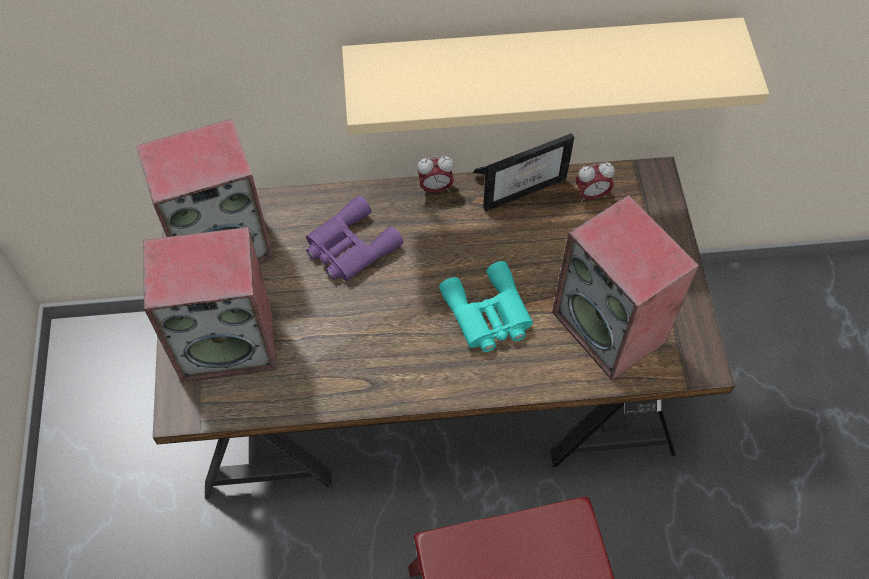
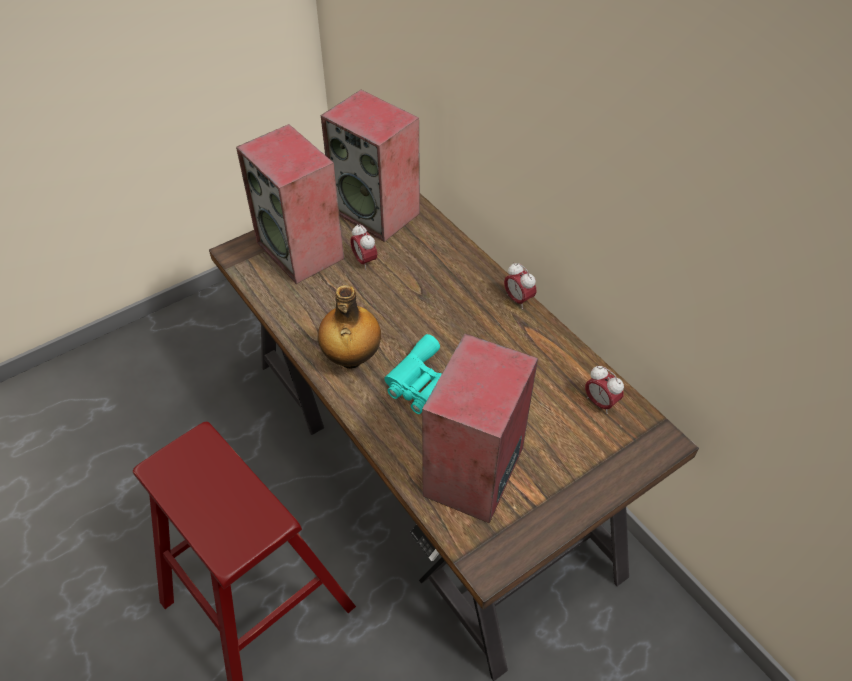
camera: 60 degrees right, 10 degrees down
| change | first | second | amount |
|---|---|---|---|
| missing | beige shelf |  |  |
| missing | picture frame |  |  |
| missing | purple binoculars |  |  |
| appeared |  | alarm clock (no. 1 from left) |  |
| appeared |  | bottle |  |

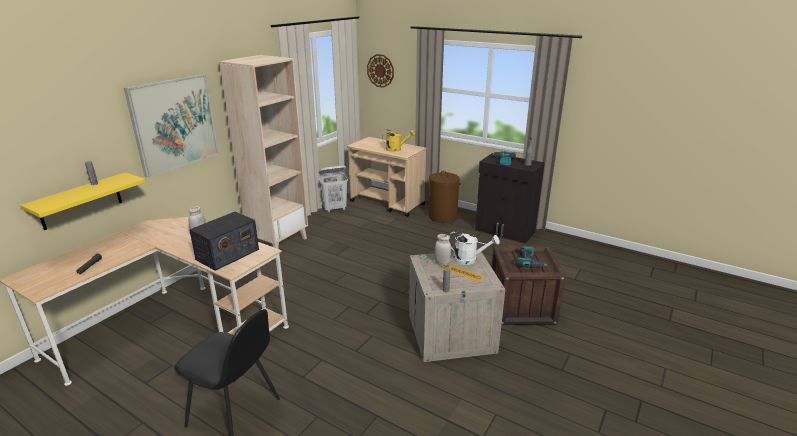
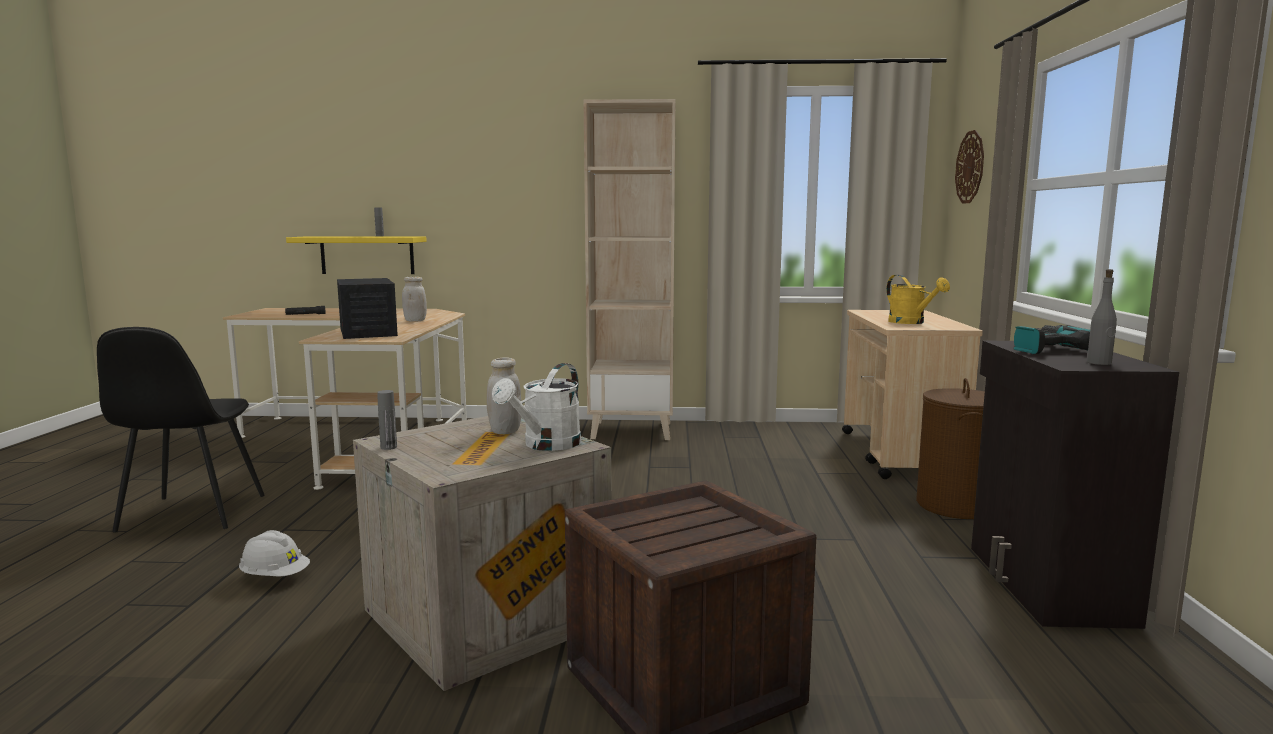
camera: 60 degrees right, 15 degrees down
| change | first | second | amount |
|---|---|---|---|
| missing | picture |  |  |
| missing | white laundry basket |  |  |
| spun | radio |  | 120 degrees counterclockwise |
| spun | white watering can |  | 45 degrees clockwise |
| missing | power drill (no. 2 from left) |  |  |
| appeared |  | white hard hat |  |

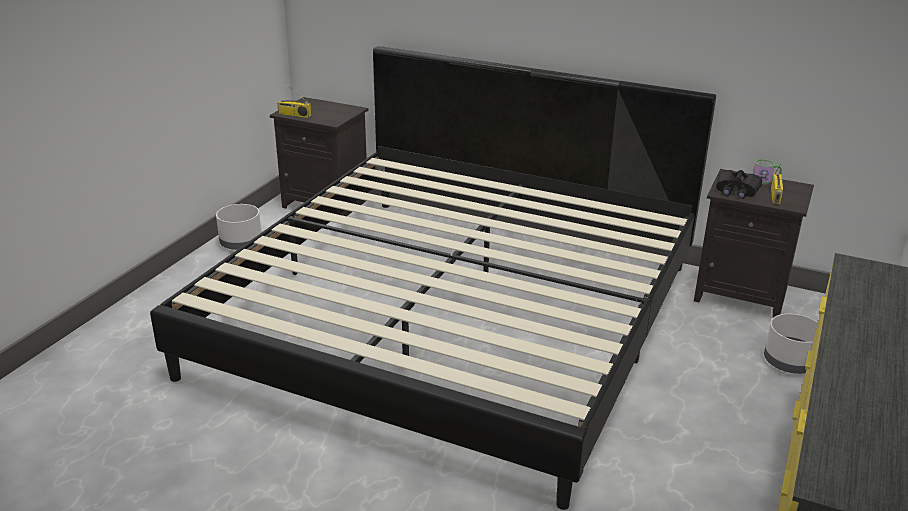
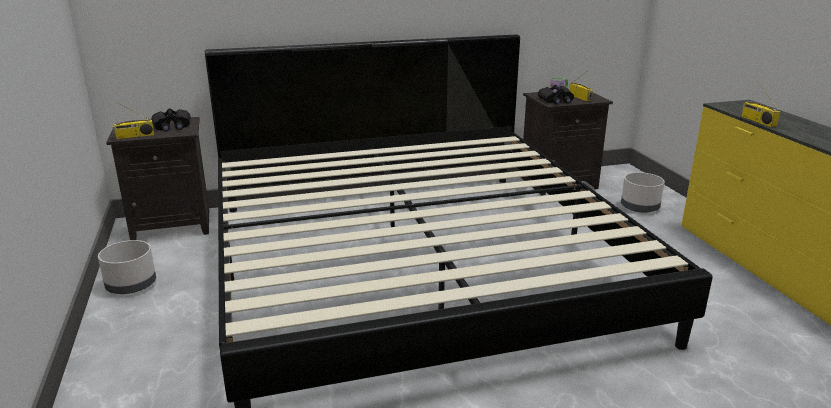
camera: 40 degrees left, 5 degrees down
| change | first | second | amount |
|---|---|---|---|
| appeared |  | radio (no. 3 from left) |  |
| appeared |  | black binoculars (no. 1 from left) |  |

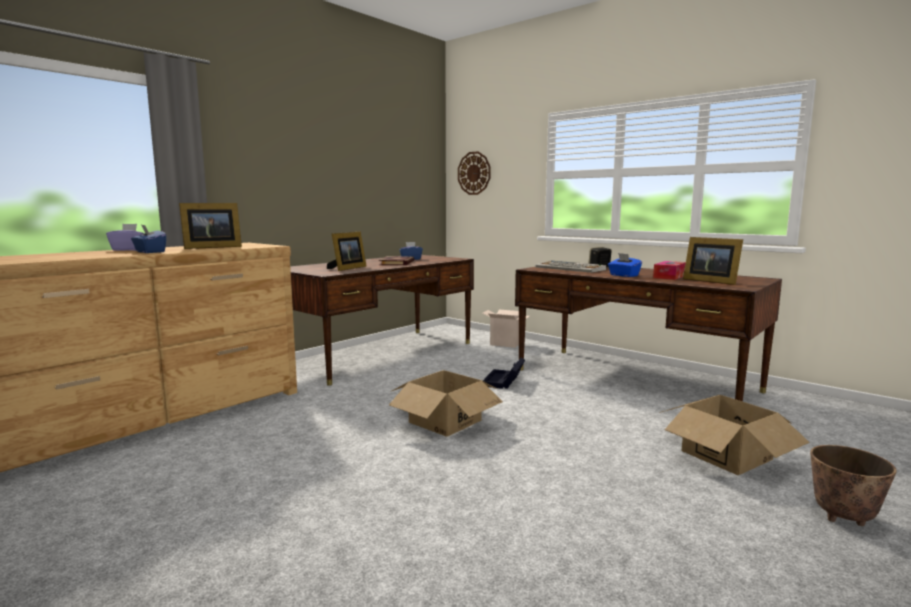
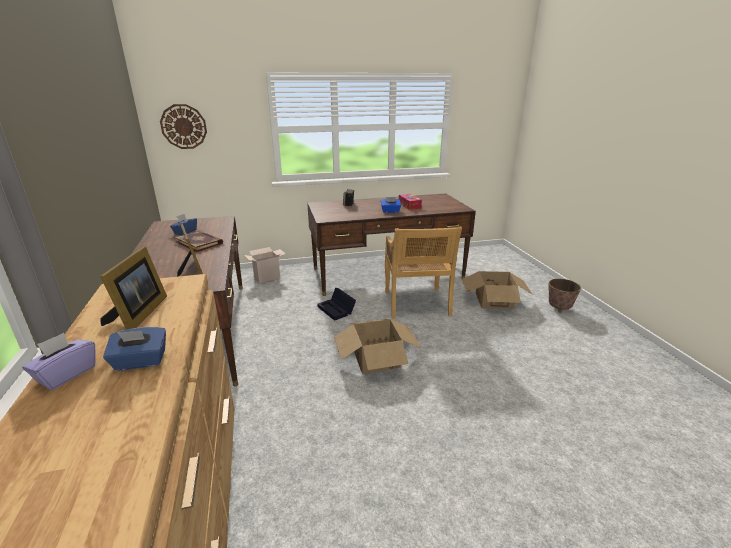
camera: 55 degrees left, 15 degrees up
| change | first | second | amount |
|---|---|---|---|
| missing | picture frame (no. 3 from left) |  |  |
| missing | keyboard |  |  |
| appeared |  | beige chair |  |

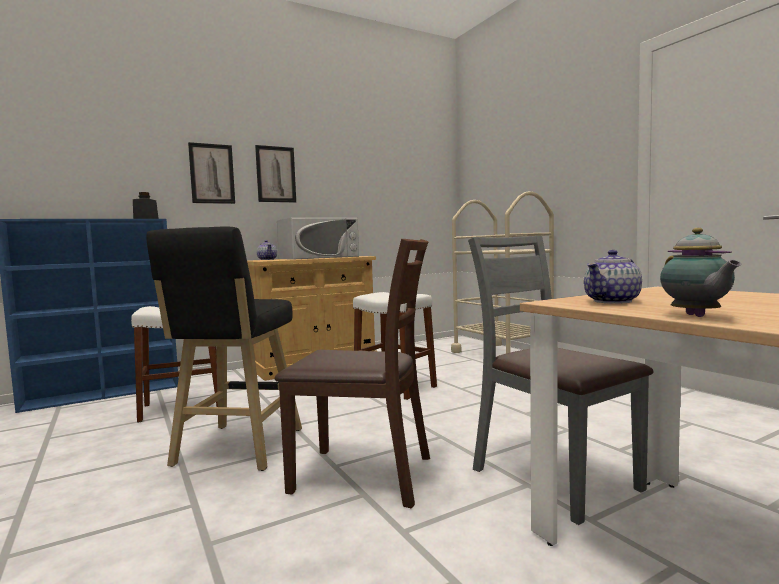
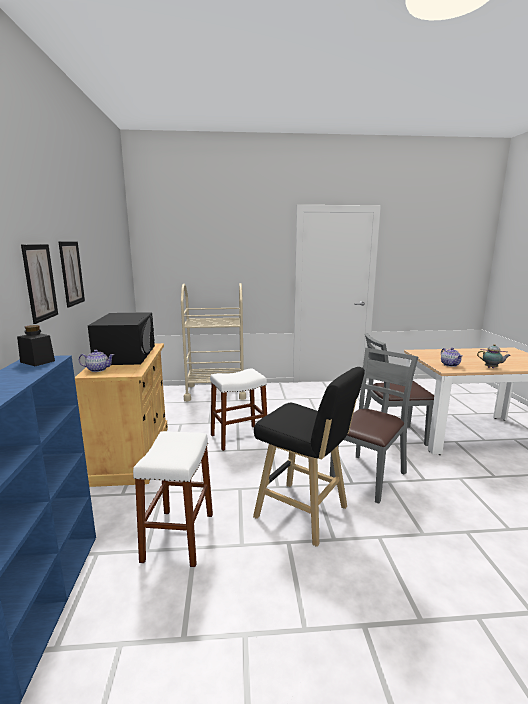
camera: 65 degrees left, 10 degrees up
| change | first | second | amount |
|---|---|---|---|
| colour | white microwave | black microwave |  |
| colour | brown chair | grey chair (no. 1 from left) |  |

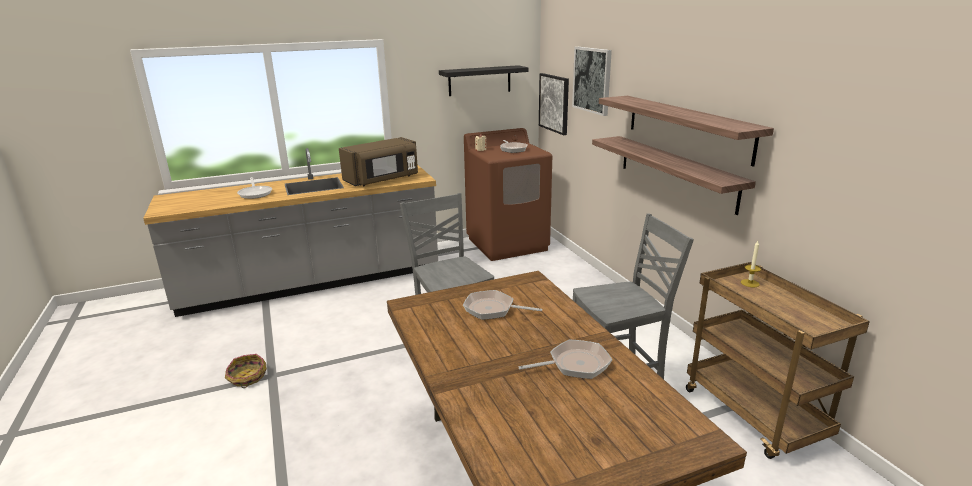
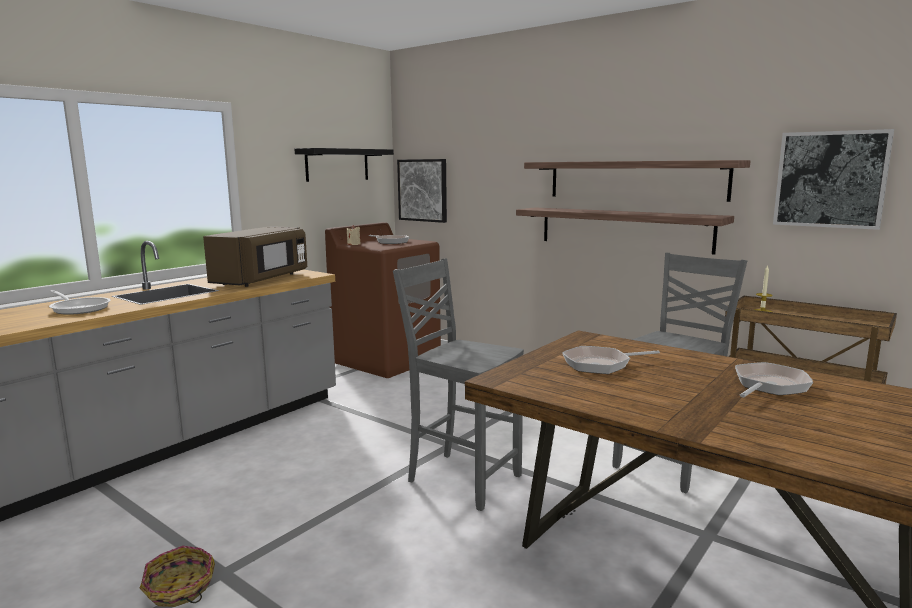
camera: 30 degrees left, 10 degrees down
| change | first | second | amount |
|---|---|---|---|
| relocated | picture (no. 2 from left) |  |  |

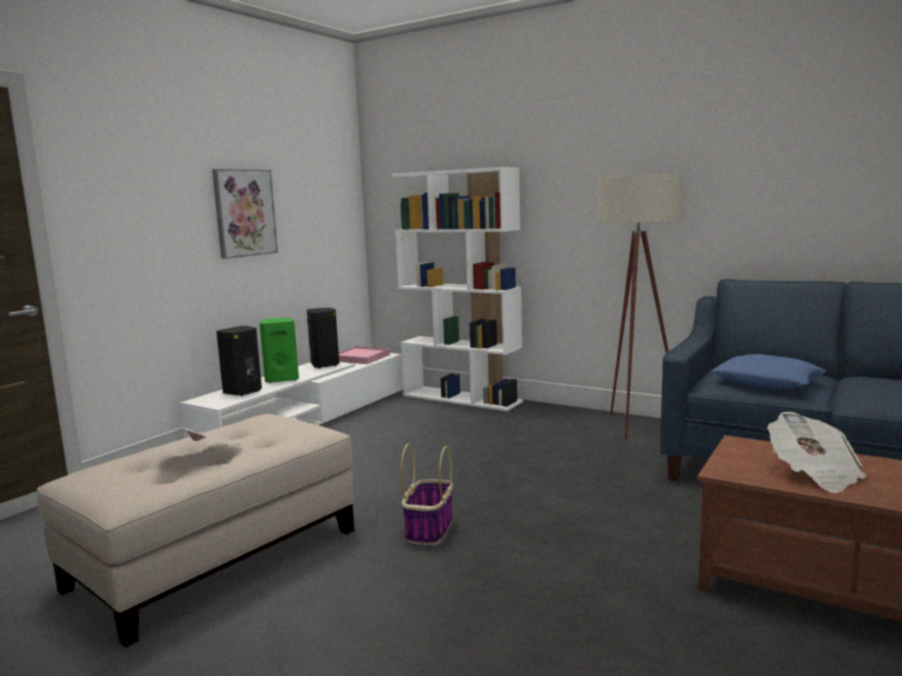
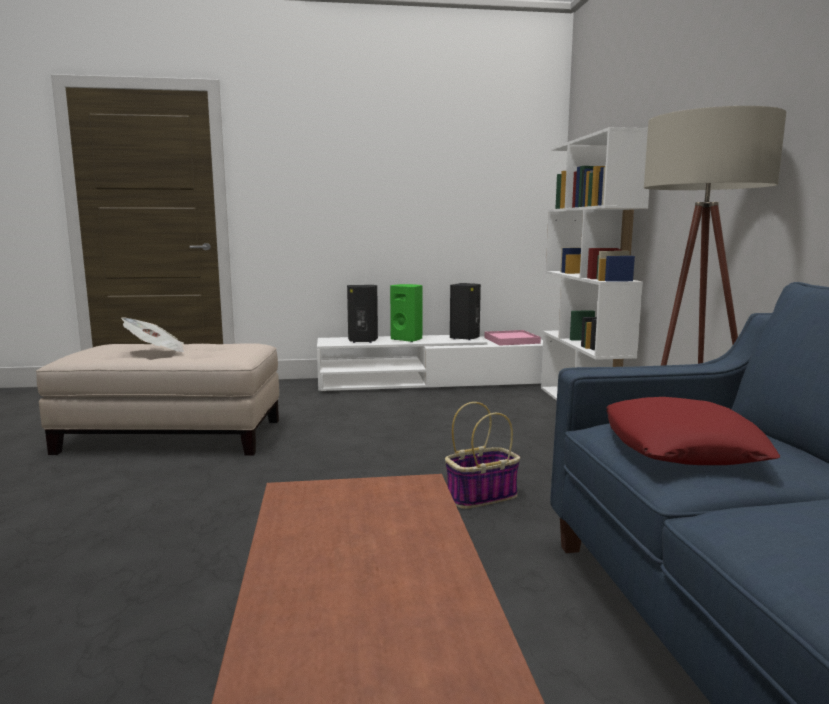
camera: 50 degrees right, 0 degrees up
| change | first | second | amount |
|---|---|---|---|
| missing | picture |  |  |
| colour | blue pillow | red pillow |  |
| missing | newspaper (no. 2 from left) |  |  |
| relocated | basket |  |  |

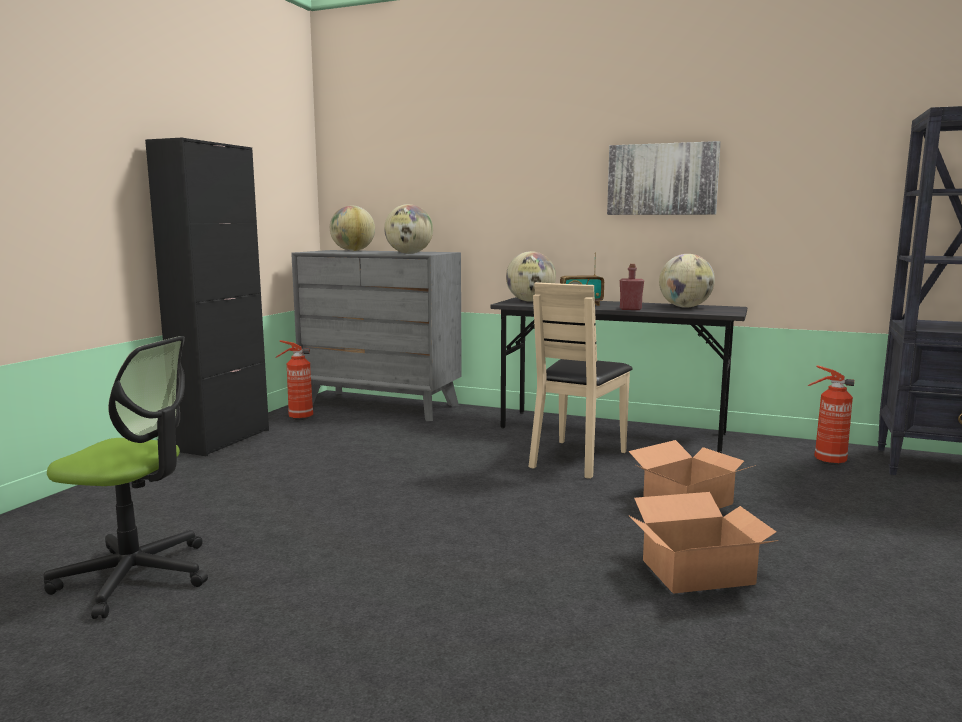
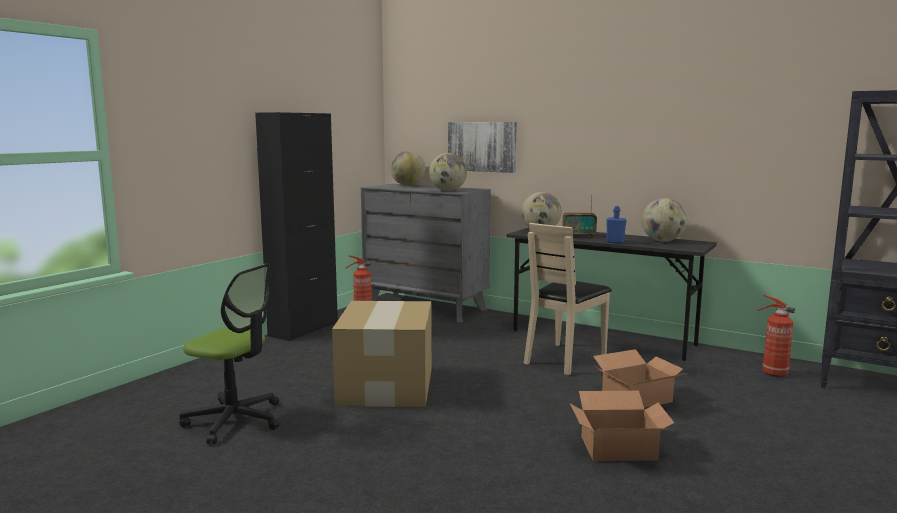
camera: 10 degrees right, 0 degrees up
| change | first | second | amount |
|---|---|---|---|
| relocated | picture |  |  |
| colour | red bottle | blue bottle |  |
| appeared |  | cardboard box (no. 1 from left) |  |

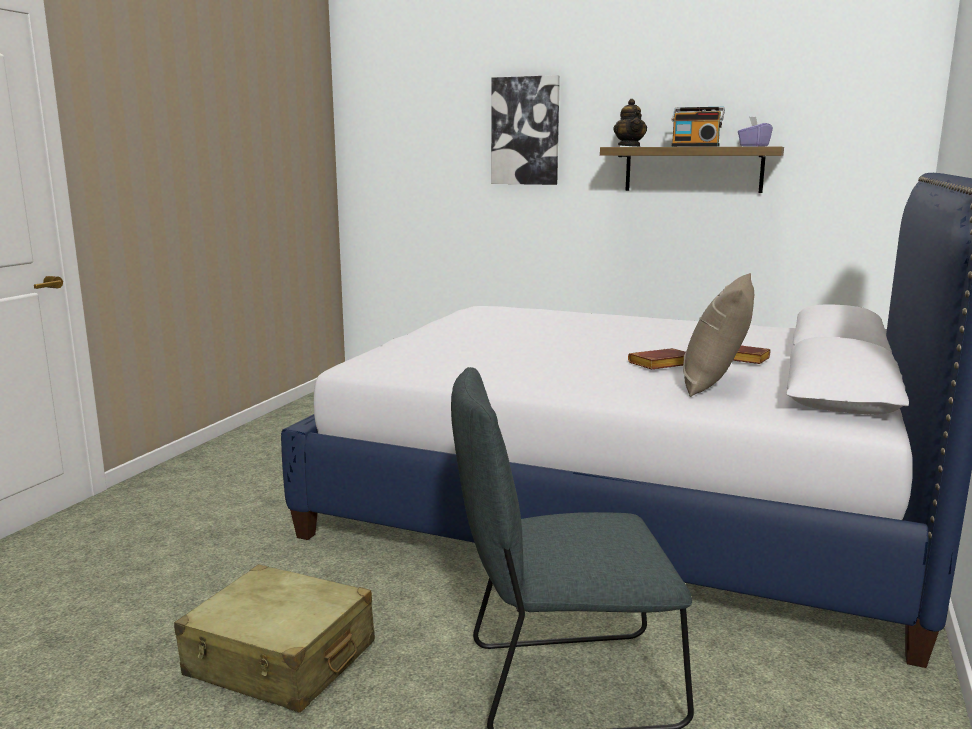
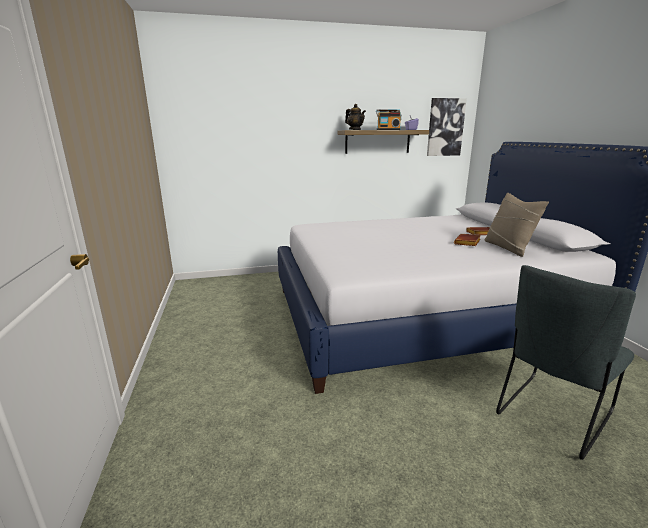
camera: 35 degrees left, 5 degrees up
| change | first | second | amount |
|---|---|---|---|
| relocated | picture |  |  |
| missing | beige suitcase |  |  |

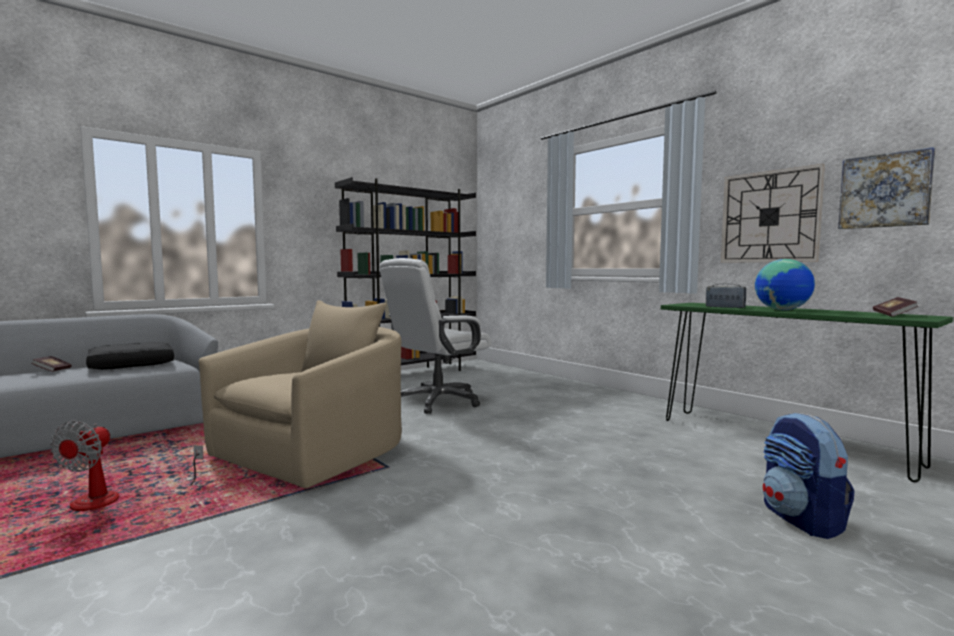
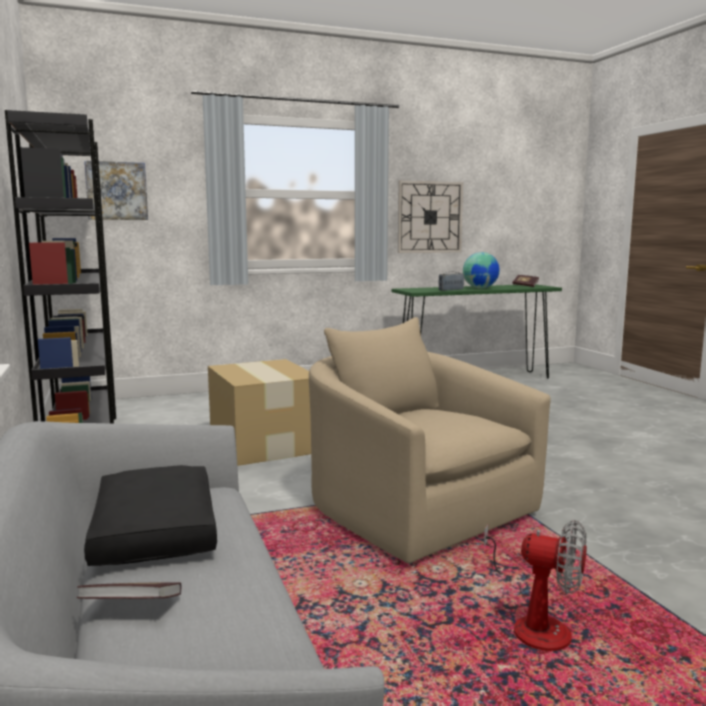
camera: 70 degrees left, 5 degrees up
| change | first | second | amount |
|---|---|---|---|
| relocated | picture |  |  |
| exchanged | white office chair | cardboard box |  |
| missing | backpack |  |  |

